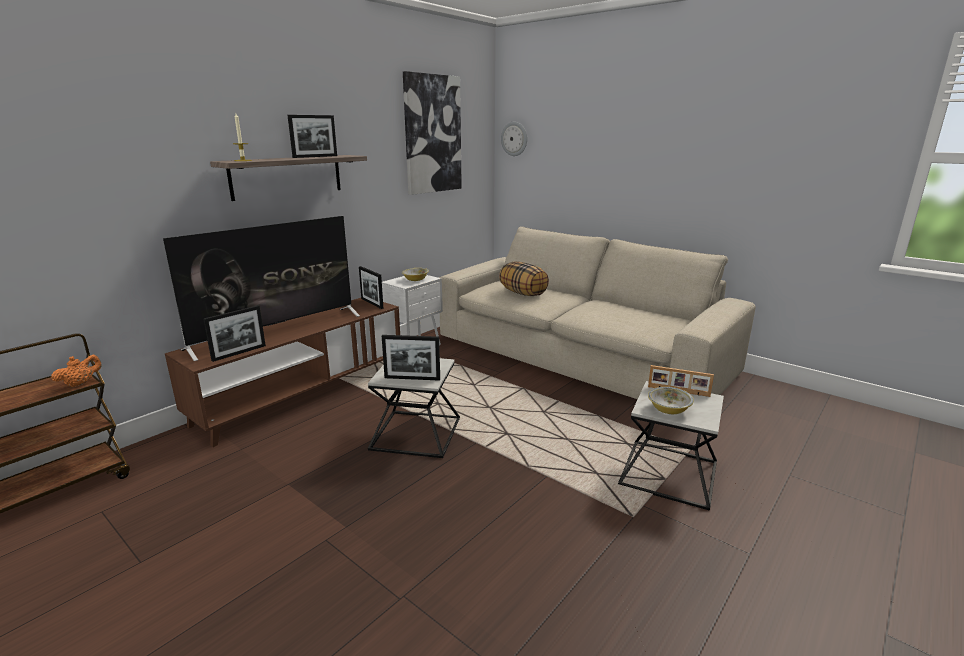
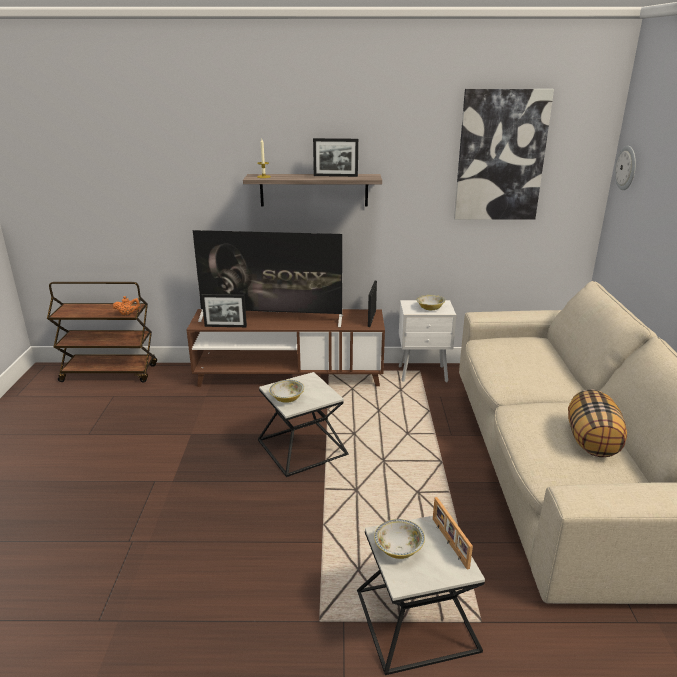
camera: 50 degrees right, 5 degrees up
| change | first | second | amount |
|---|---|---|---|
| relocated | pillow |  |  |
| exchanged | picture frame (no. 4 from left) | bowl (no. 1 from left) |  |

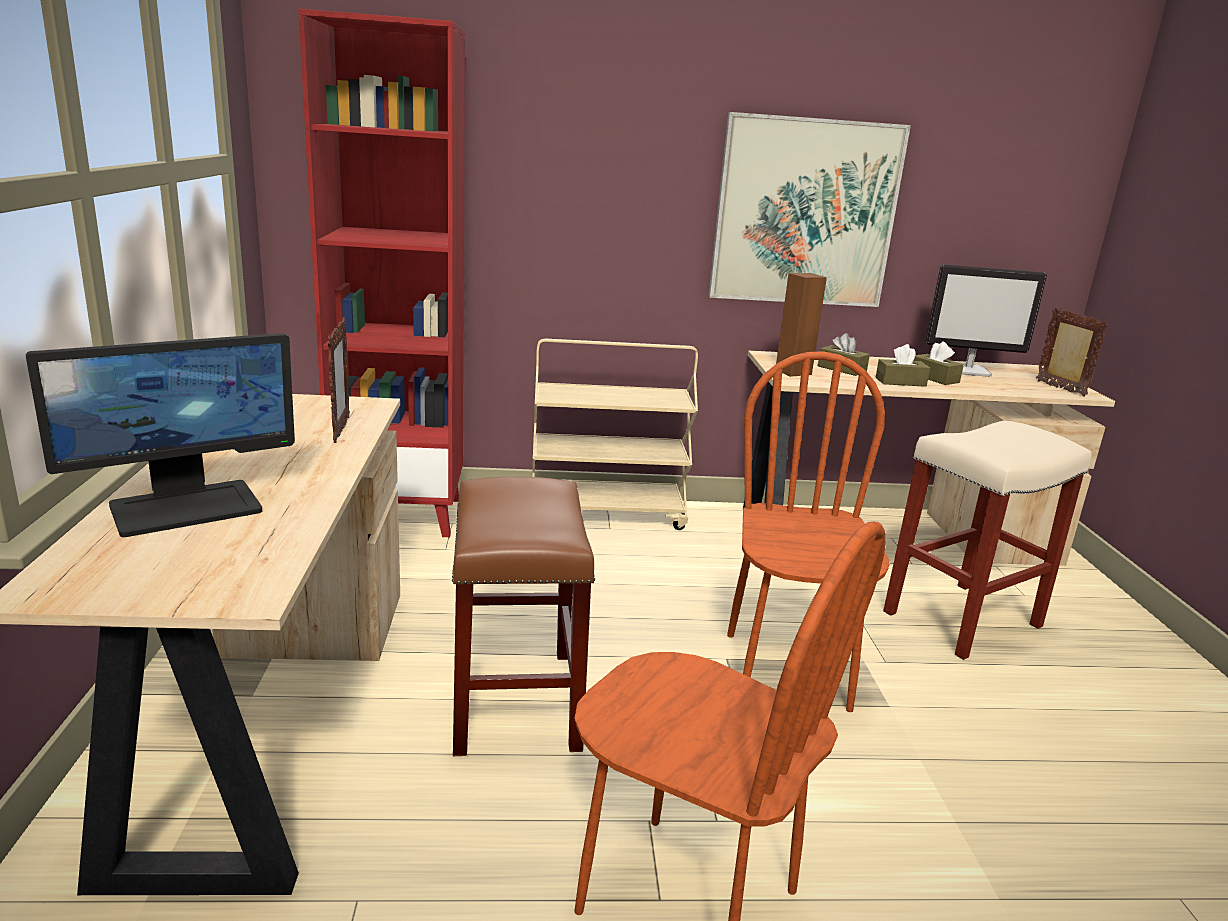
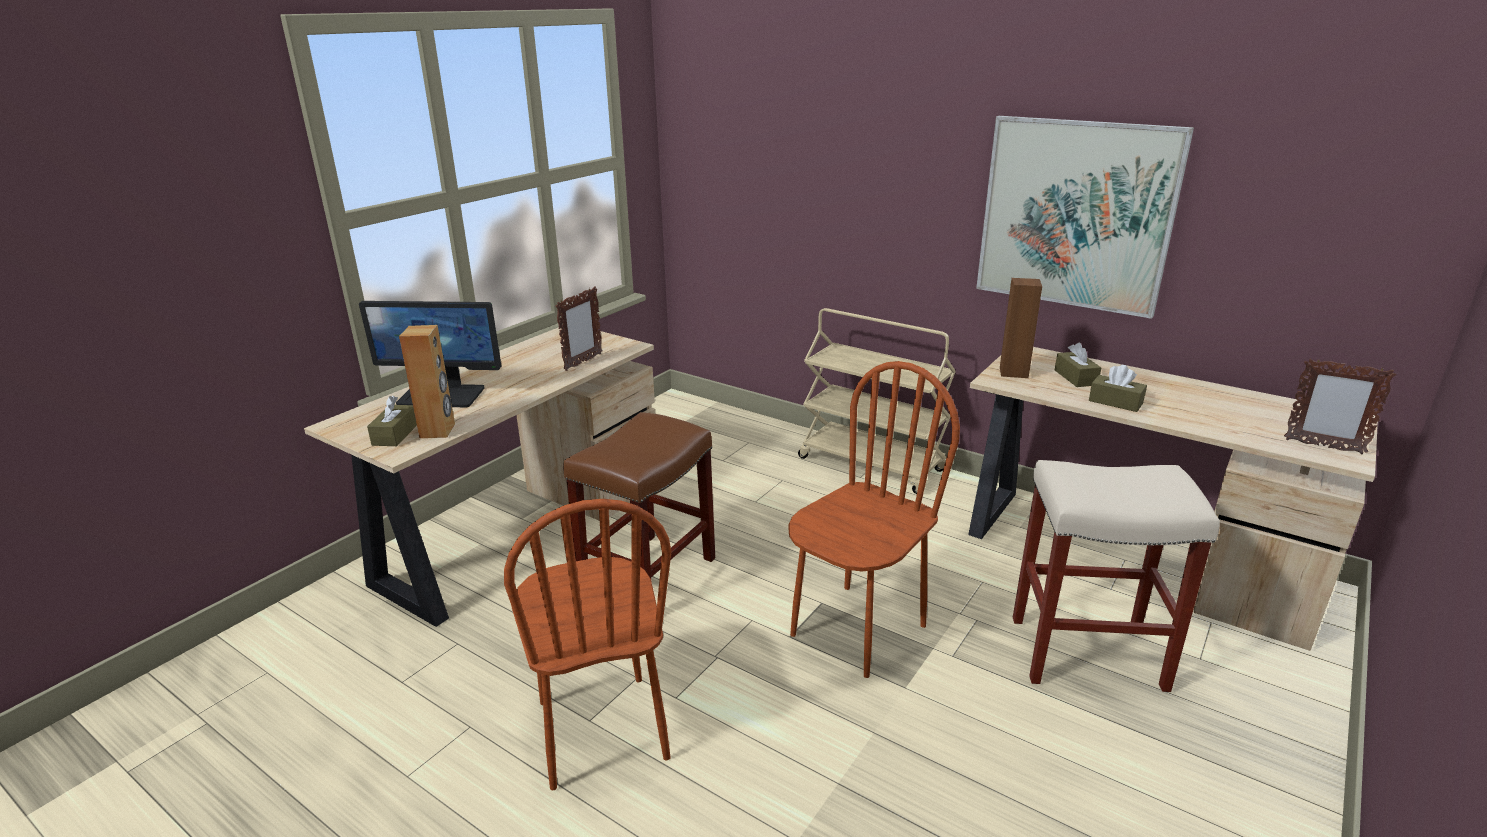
camera: 40 degrees right, 5 degrees up
| change | first | second | amount |
|---|---|---|---|
| missing | red bookcase |  |  |
| missing | monitor (no. 2 from left) |  |  |
| spun | picture frame (no. 2 from left) |  | 105 degrees clockwise |
| relocated | brown tissue box (no. 3 from left in the first image) | brown tissue box (no. 1 from left) |  |
| appeared |  | brown speaker (no. 1 from left) |  |

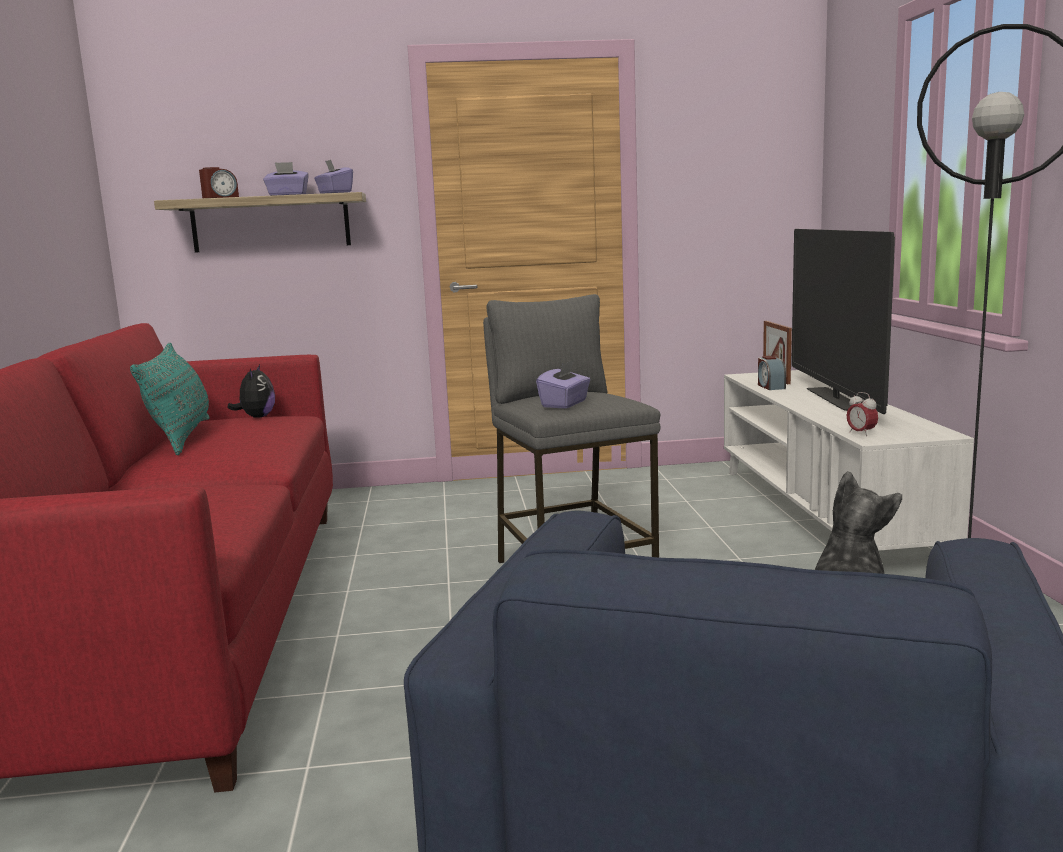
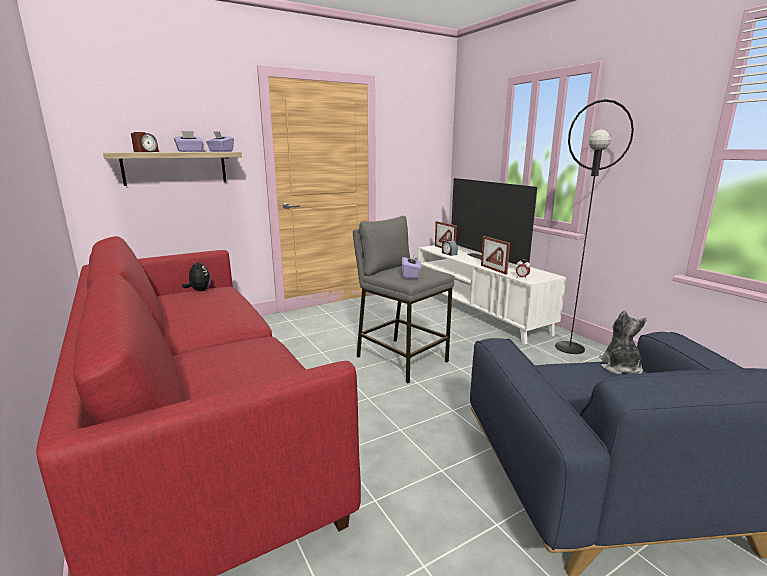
camera: 25 degrees left, 5 degrees up
| change | first | second | amount |
|---|---|---|---|
| missing | turquoise pillow |  |  |
| appeared |  | picture frame (no. 2 from left) |  |

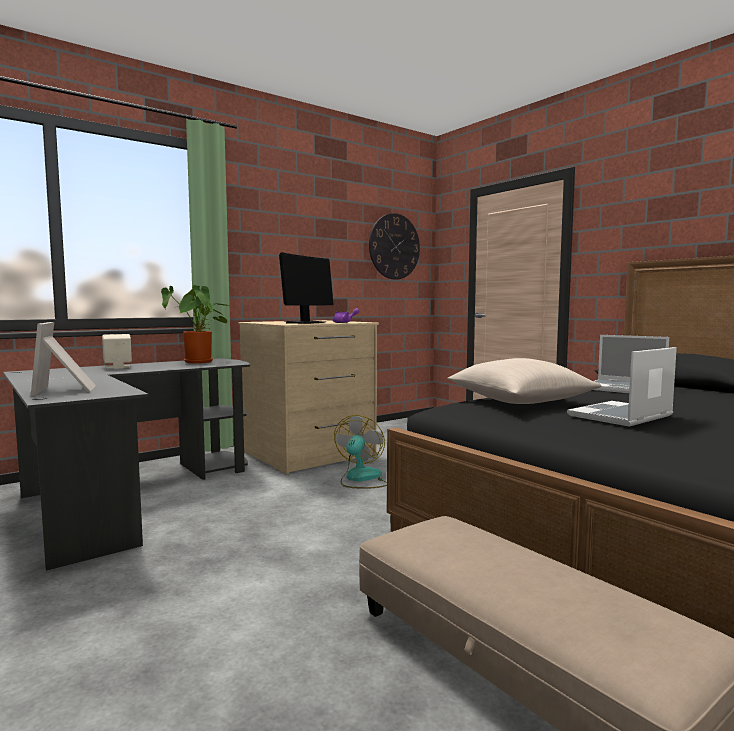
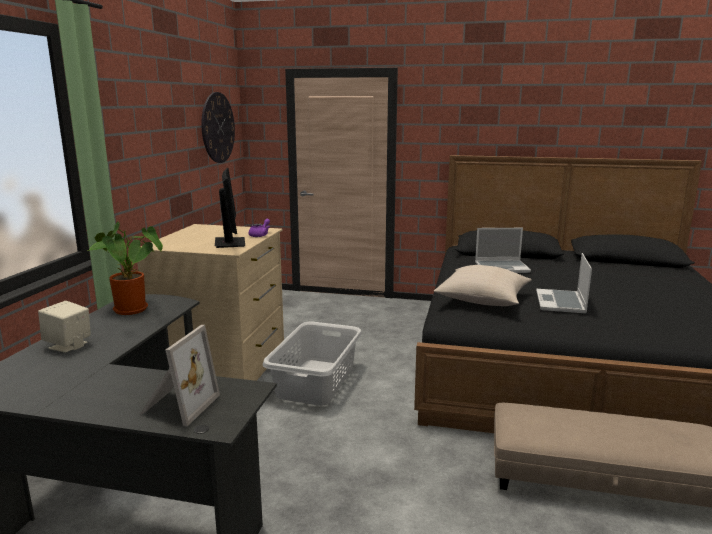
camera: 40 degrees left, 10 degrees up
| change | first | second | amount |
|---|---|---|---|
| spun | picture frame |  | 105 degrees counterclockwise |
| exchanged | fan | grey laundry basket |  |

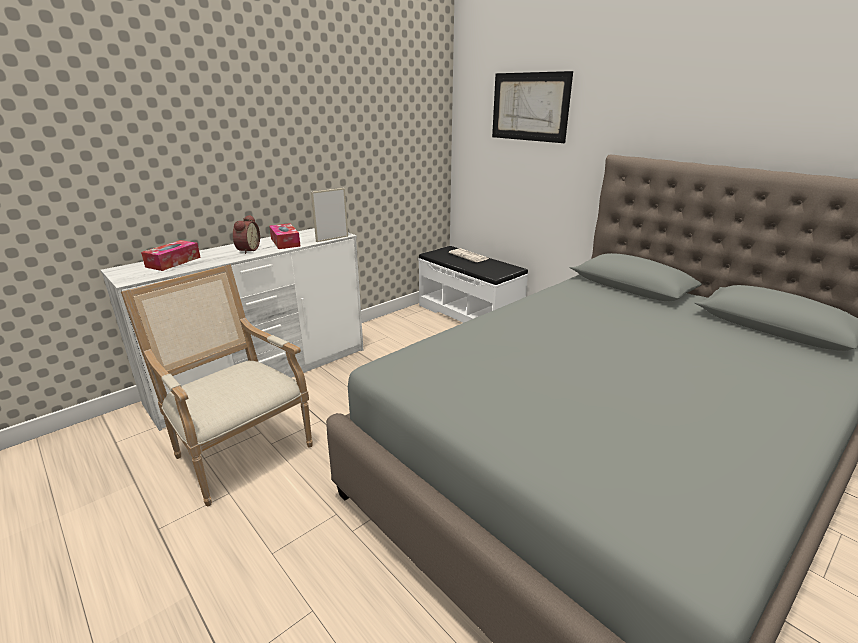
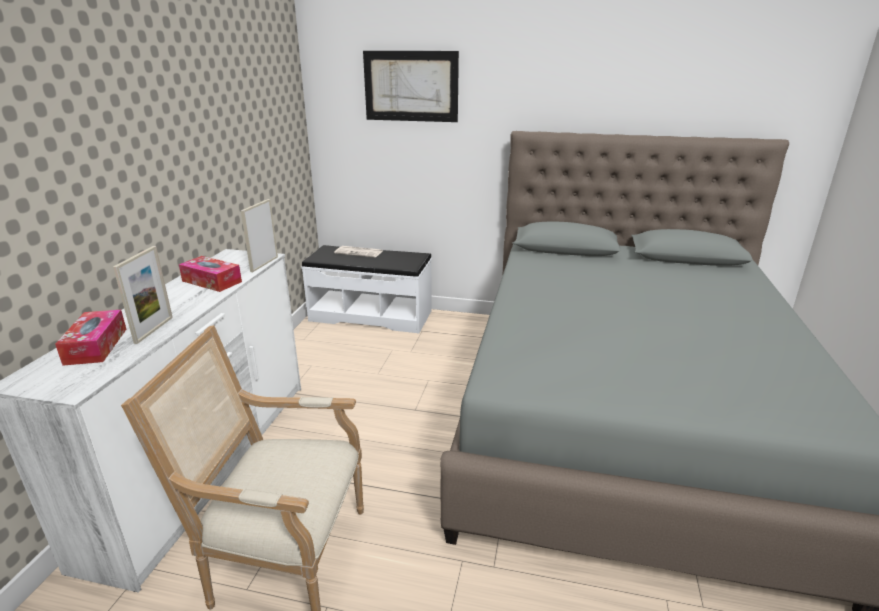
camera: 35 degrees left, 0 degrees up
| change | first | second | amount |
|---|---|---|---|
| missing | alarm clock |  |  |
| appeared |  | picture frame (no. 1 from left) |  |

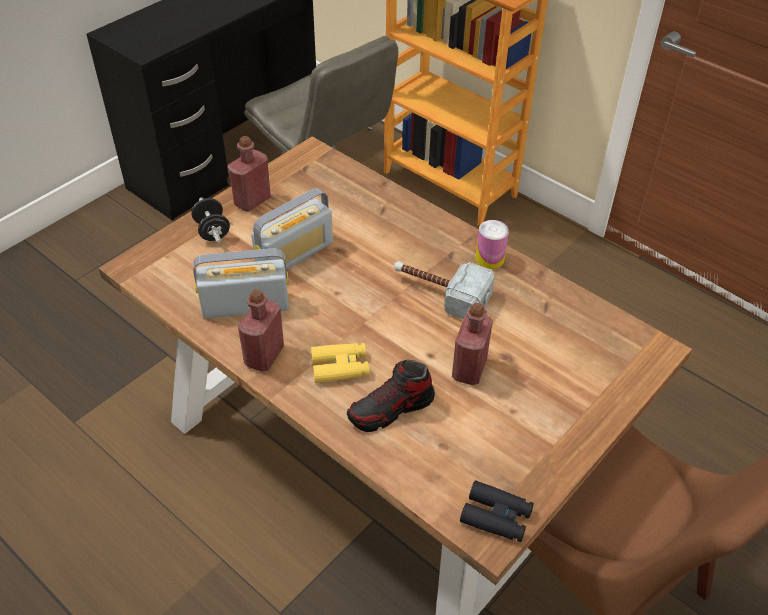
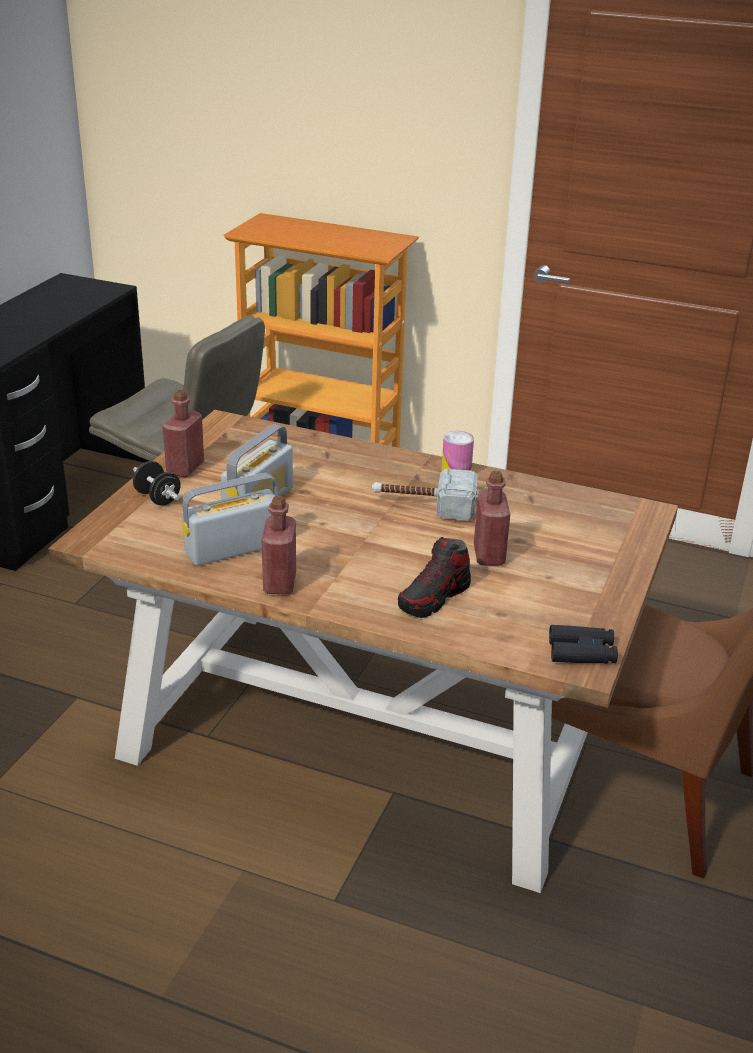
camera: 20 degrees left, 15 degrees down
| change | first | second | amount |
|---|---|---|---|
| missing | yellow binoculars |  |  |

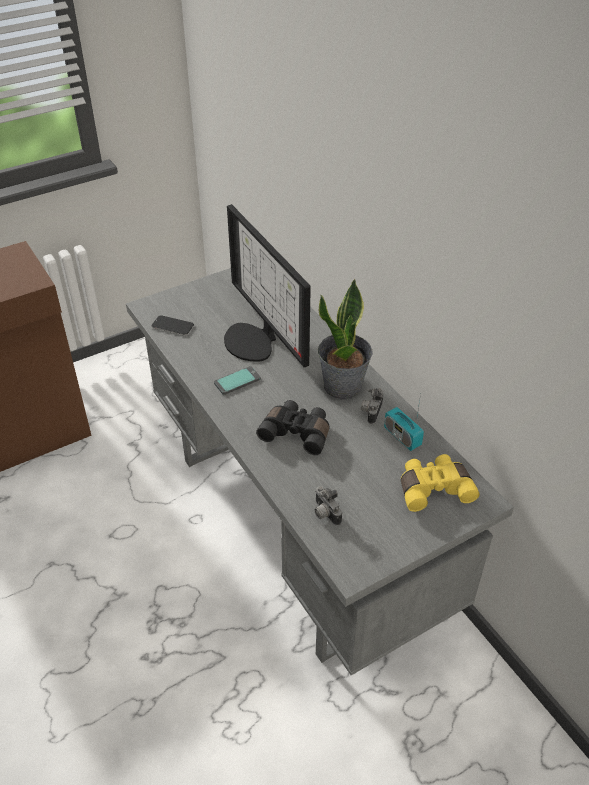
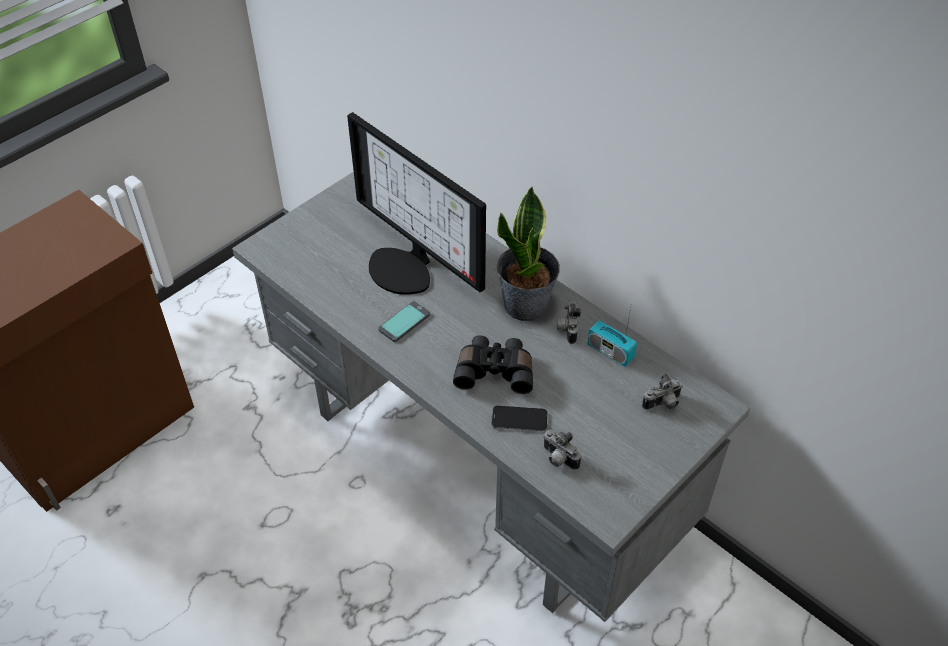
camera: 15 degrees left, 5 degrees up
| change | first | second | amount |
|---|---|---|---|
| relocated | phone (no. 1 from left in the first image) | phone (no. 2 from left) |  |
| exchanged | yellow binoculars | photo camera (no. 3 from left) |  |

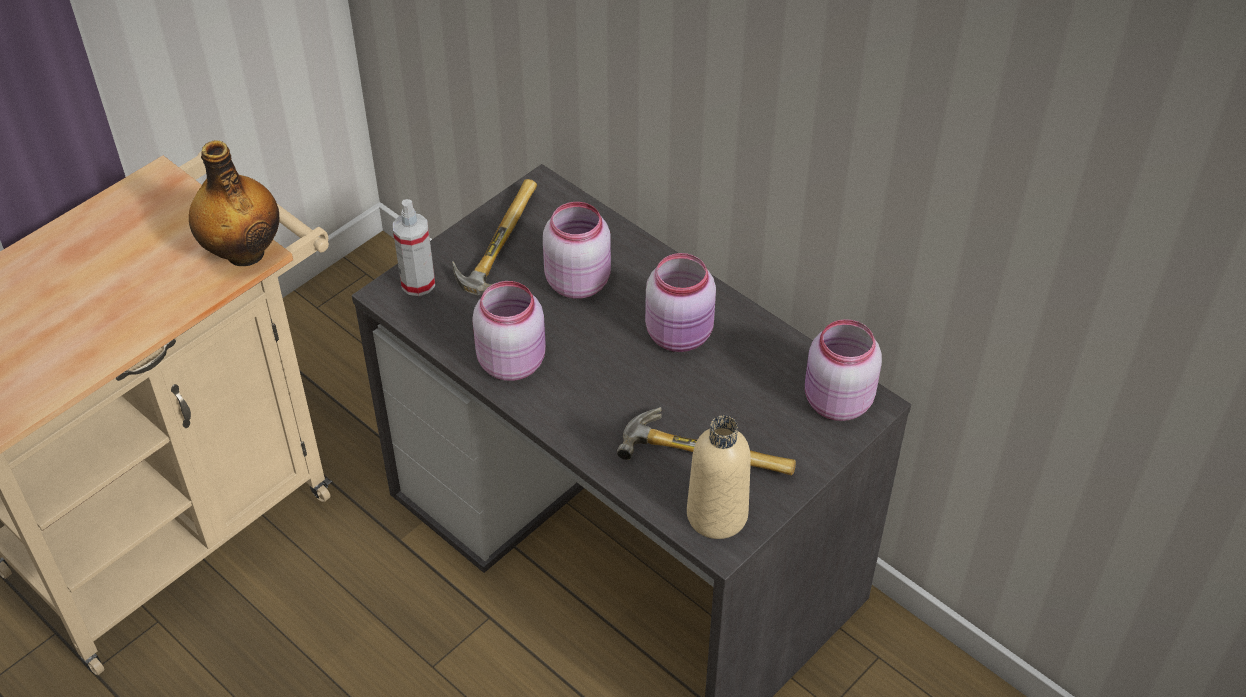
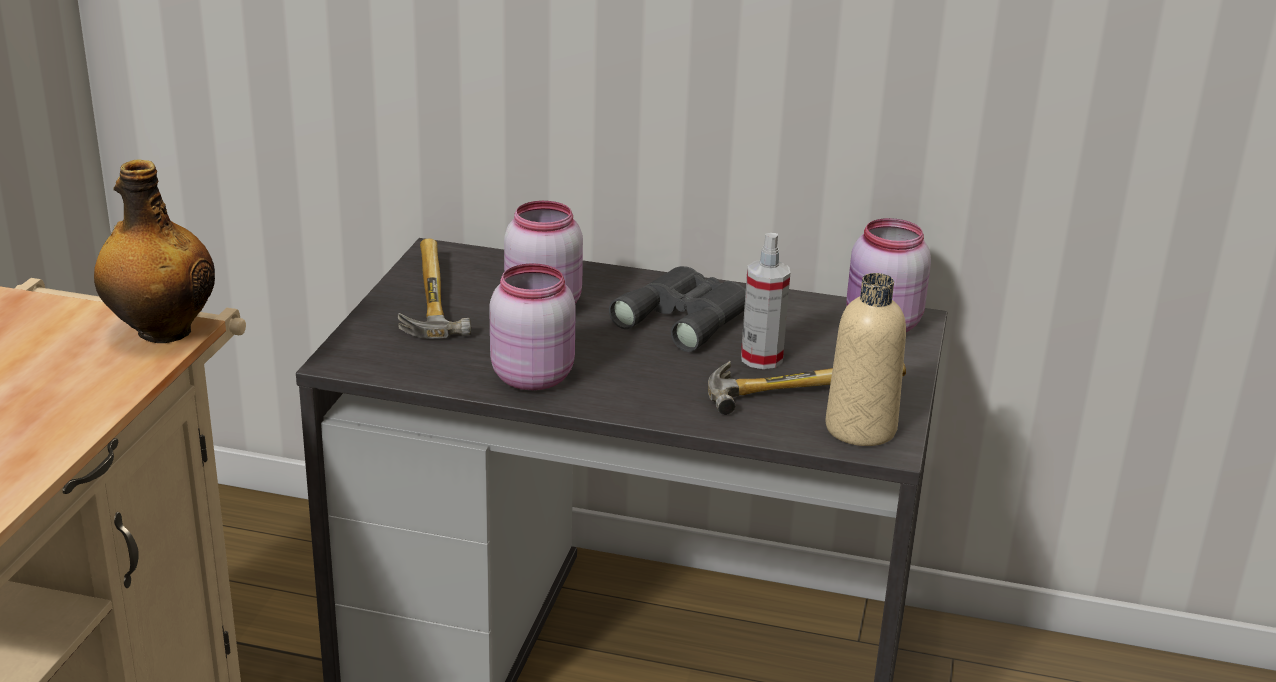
camera: 30 degrees left, 20 degrees down
| change | first | second | amount |
|---|---|---|---|
| relocated | spray bottle |  |  |
| exchanged | pink jar (no. 3 from left) | grey binoculars |  |

